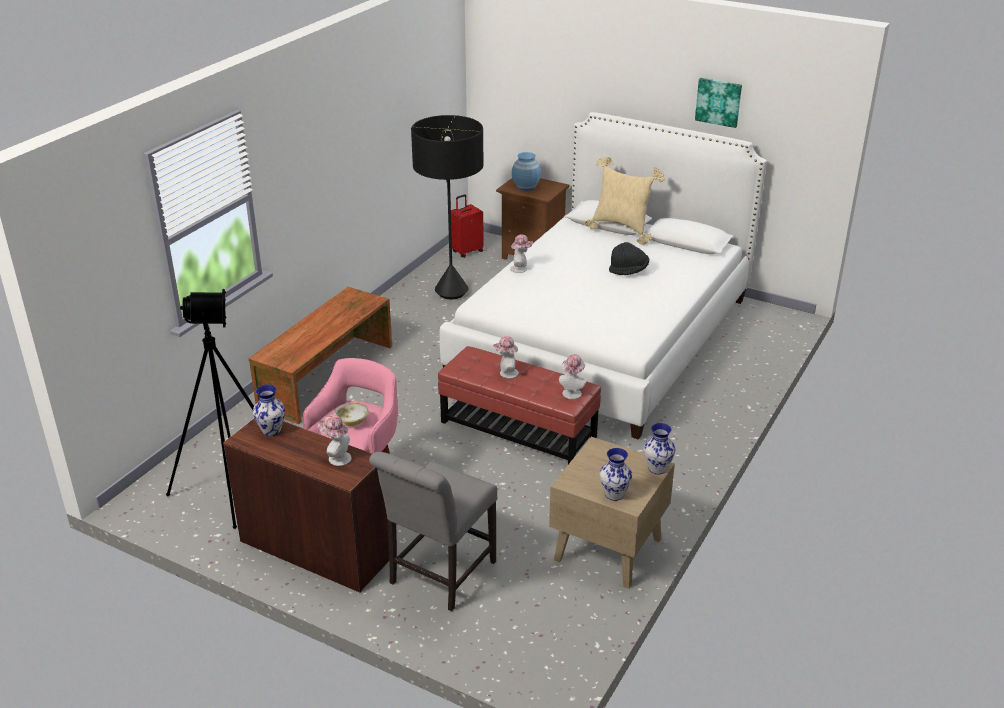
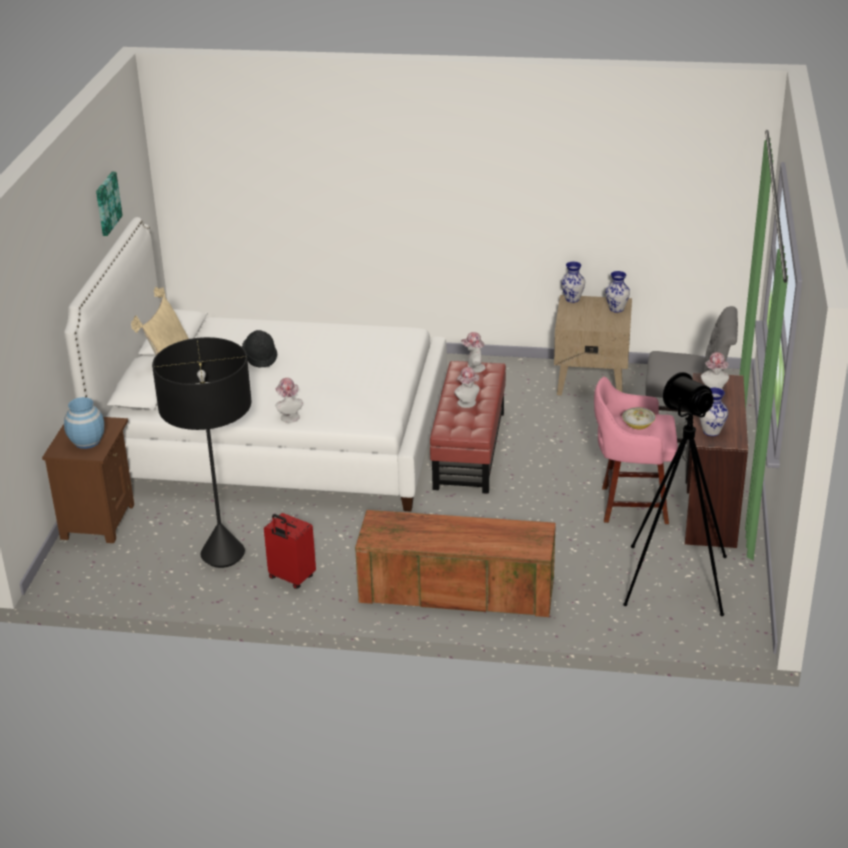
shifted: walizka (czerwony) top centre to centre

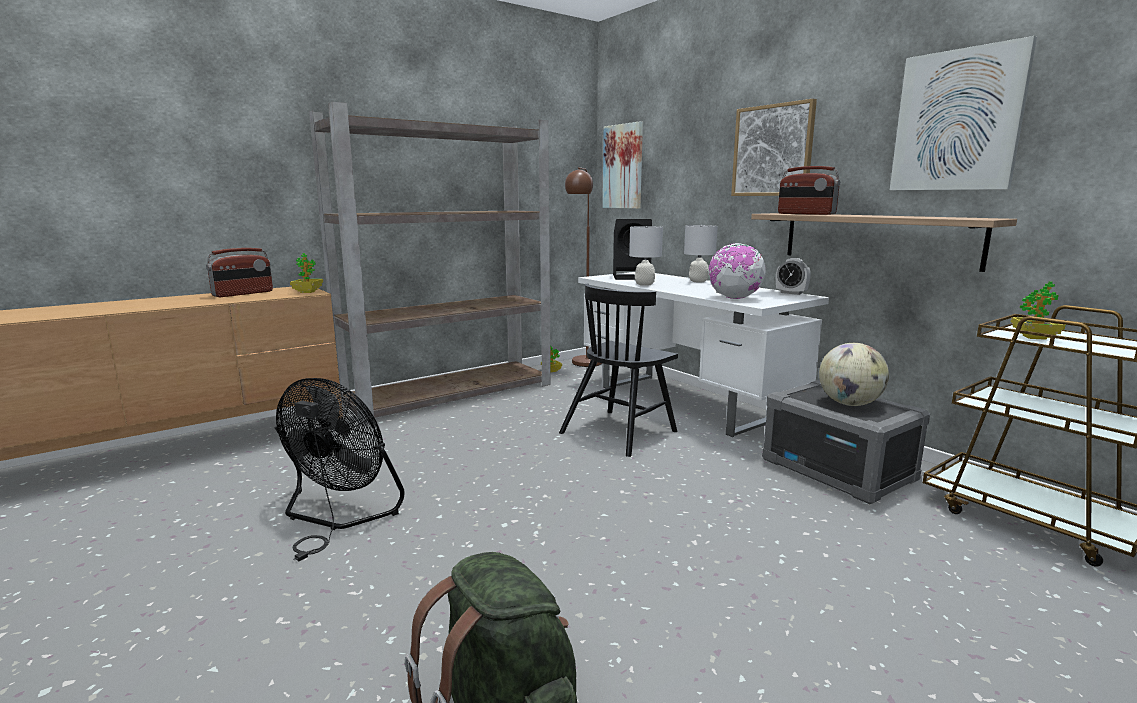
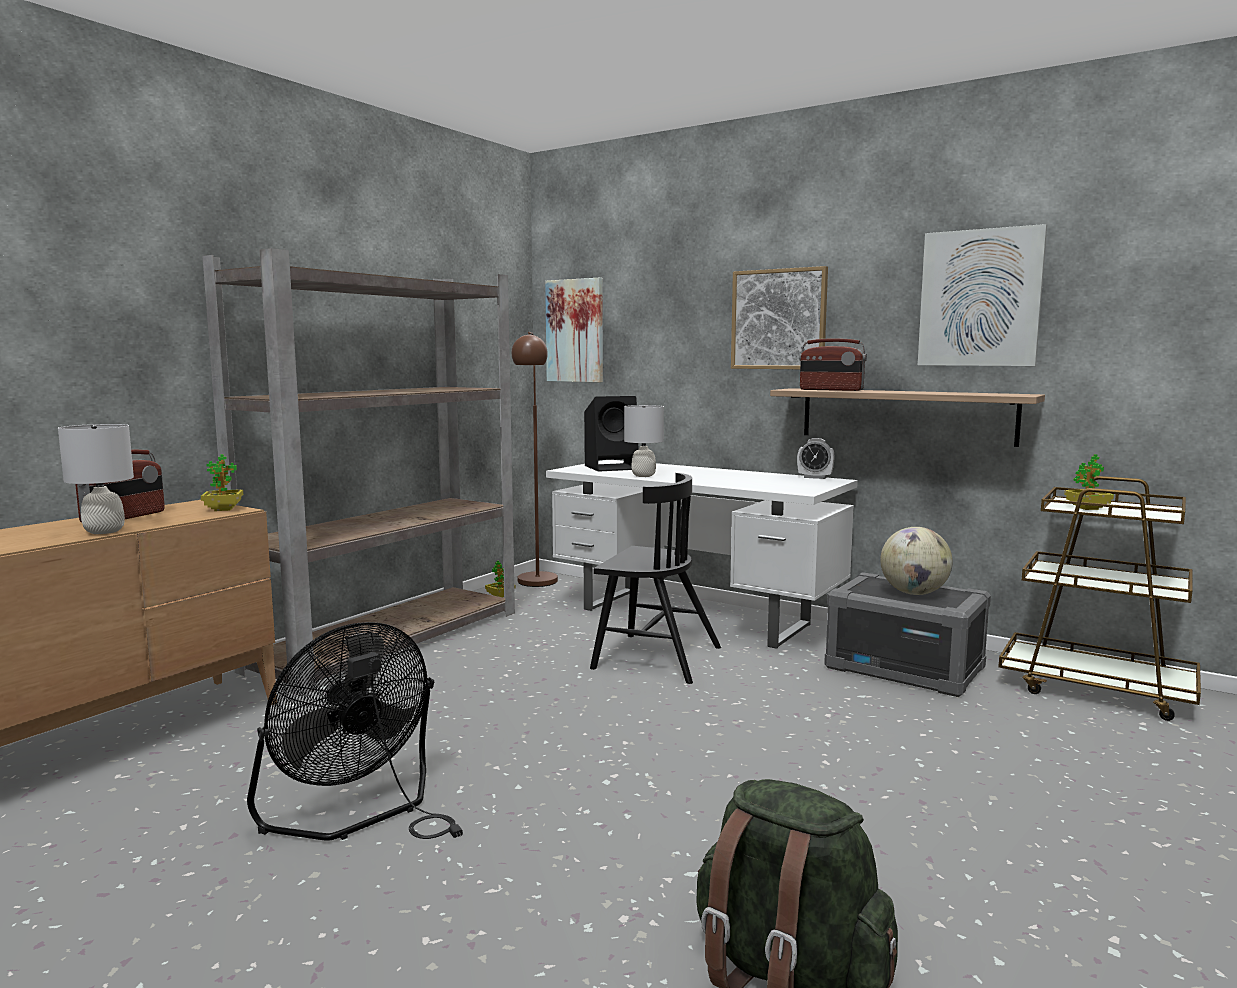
gone: globus (no. 1 from left) centre
shifted: lampa stołowa (szary) (no. 2 from left in the first image) centre to lampa stołowa (szary) (no. 1 from left) middle left
rotated: wentylator (czarny) bottom left = bottom left 45 degrees counterclockwise; krzesło (czarny) centre = centre 90 degrees counterclockwise

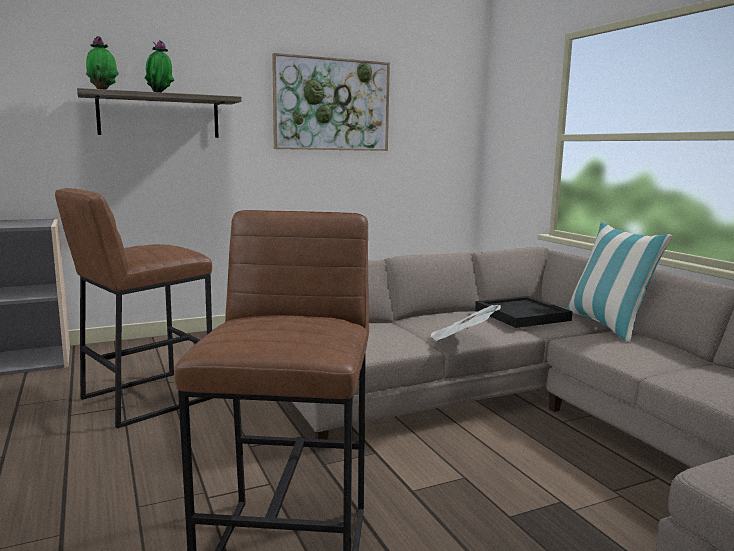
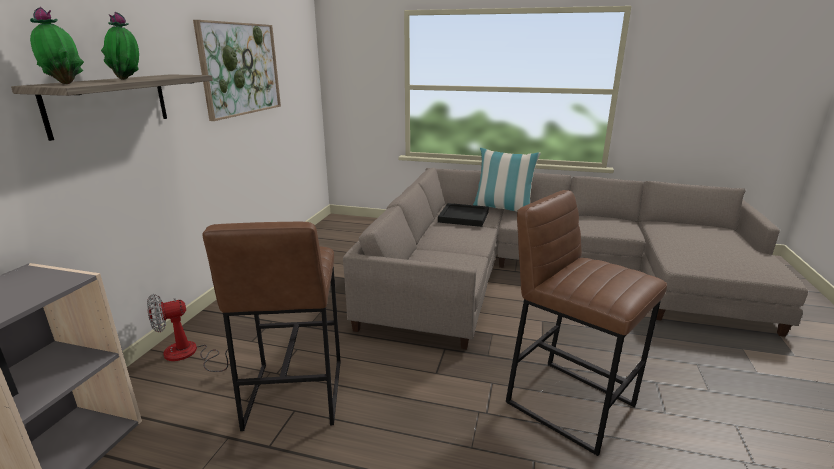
gone: gazeta centre
new: wentylator bottom left

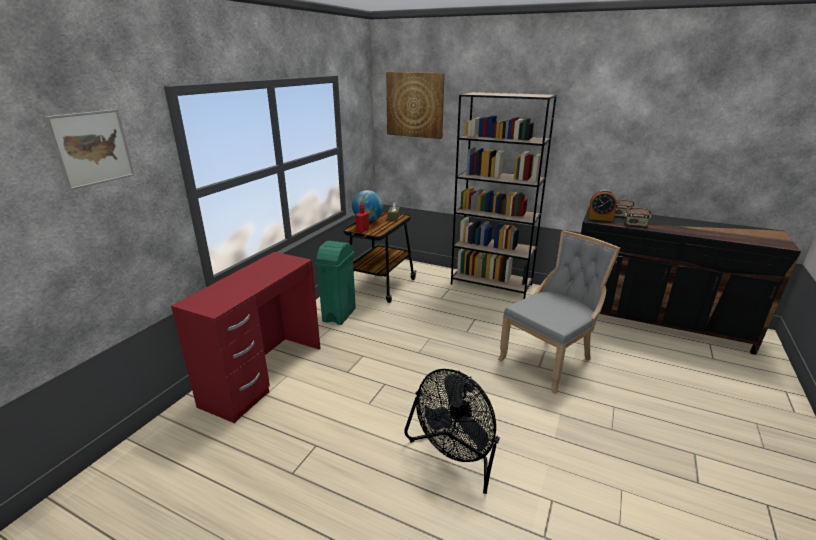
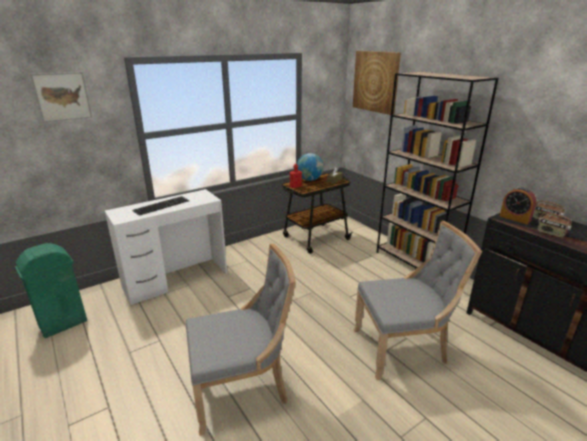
new: klawiatura middle left
shifted: kosz na śmieci (zielony) centre to middle left
swapped: wentylator (czarny) bottom centre to krzesło (szary) (no. 1 from left) bottom centre
repainted: biurko (czerwony) middle left to biurko (biały) middle left

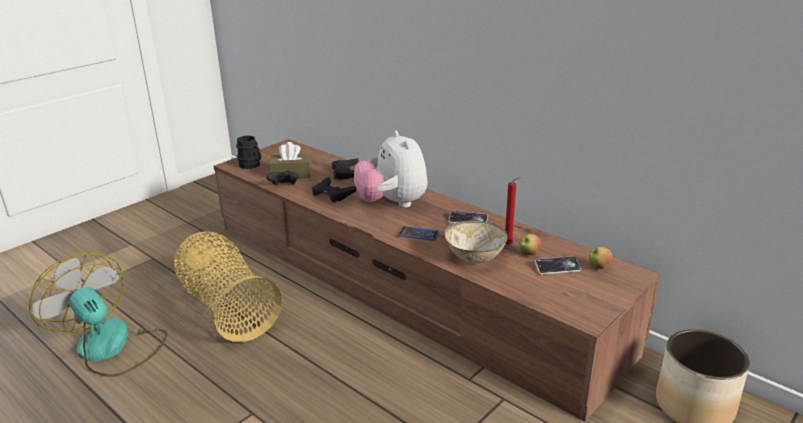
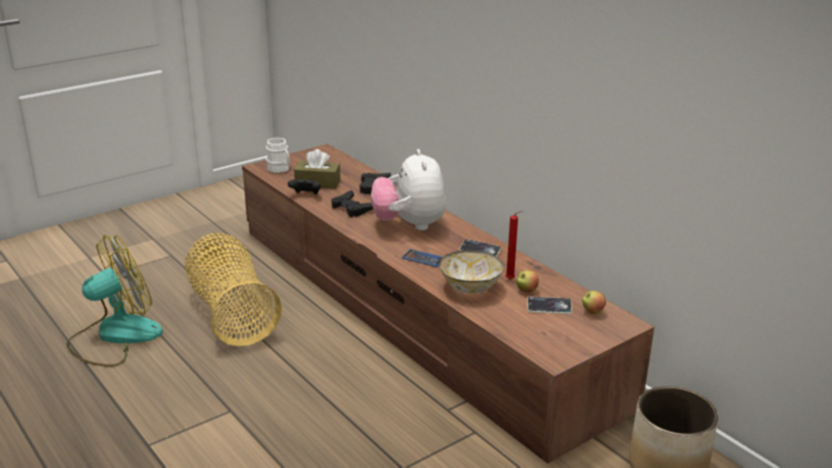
repainted: kubek (czarny) middle left to kubek (biały) top centre
rotated: wentylator bottom left = middle left 90 degrees clockwise

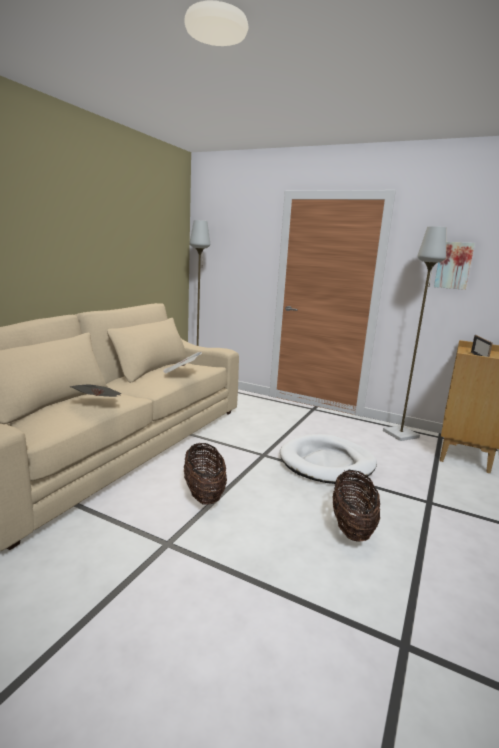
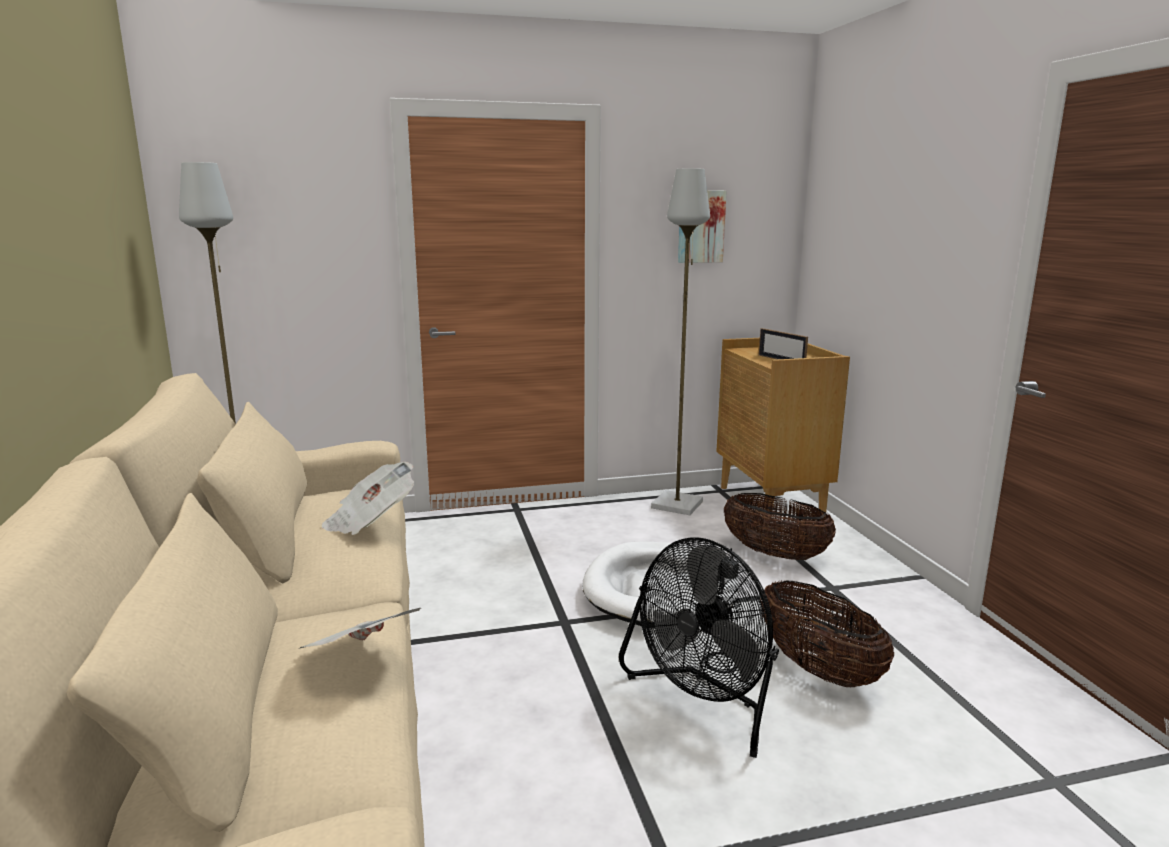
new: wentylator (czarny) bottom centre
shifted: koszyk (no. 1 from left) centre to middle right

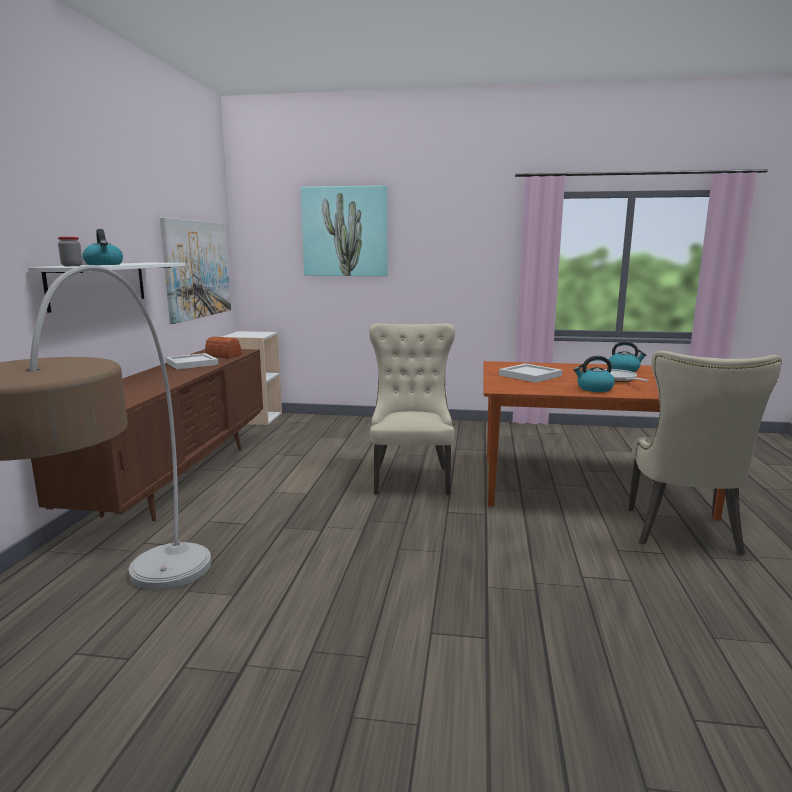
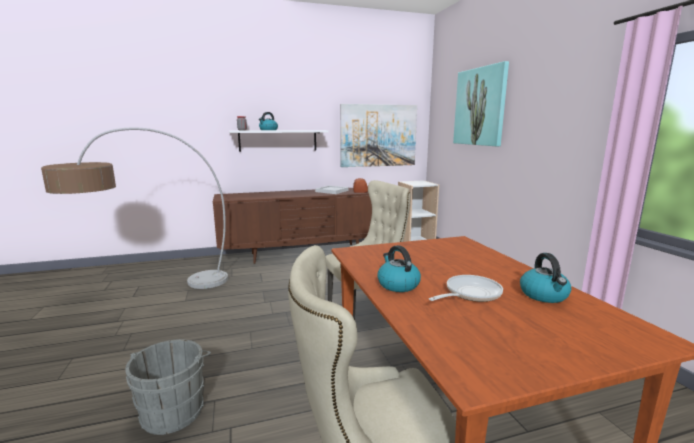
gone: taca (biały) (no. 2 from left) middle right
new: wiadro (szary) bottom left

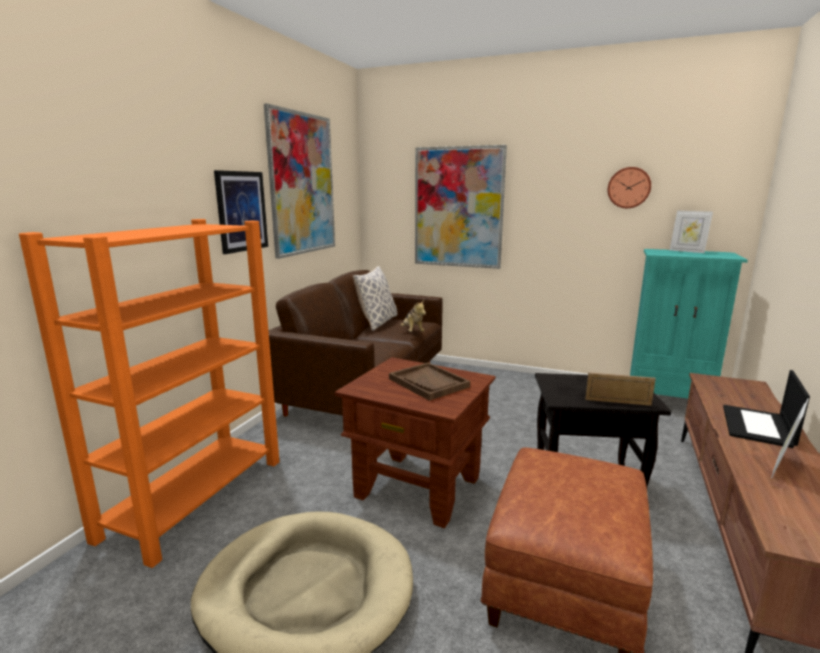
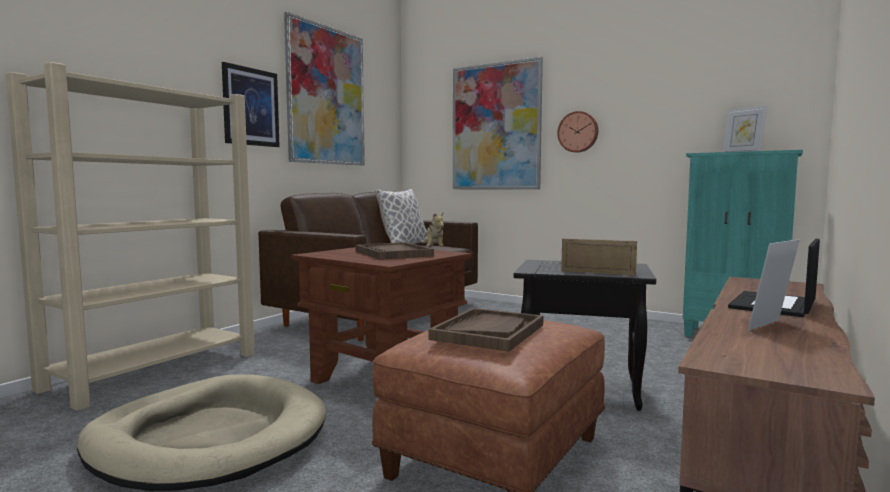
new: taca (brązowy) (no. 2 from left) bottom centre
shifted: zegar ścienny top right to top centre
repainted: regał (pomarańczowy) middle left to regał (beżowy) middle left

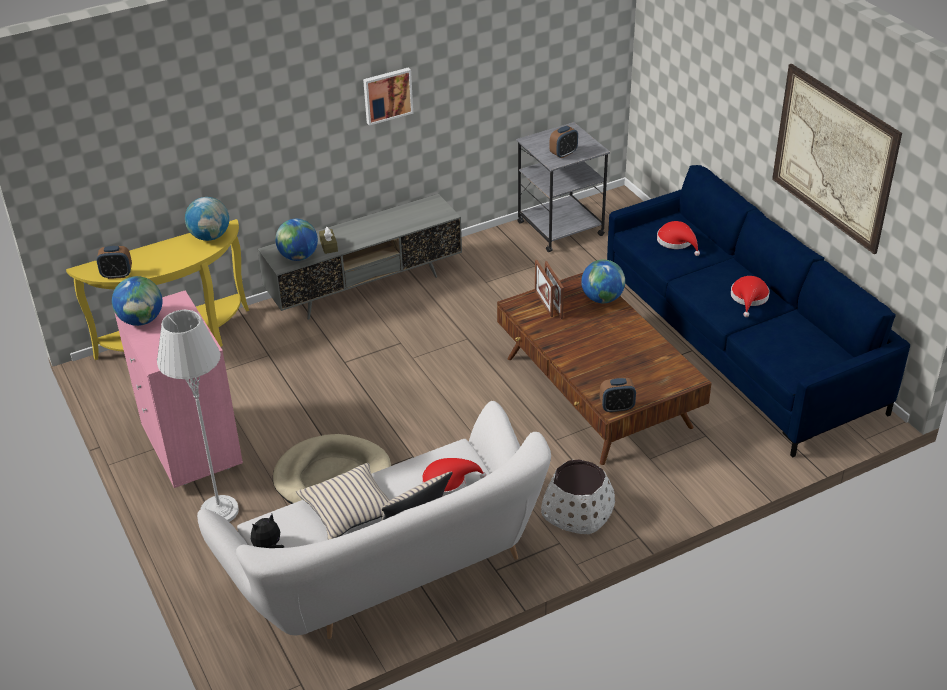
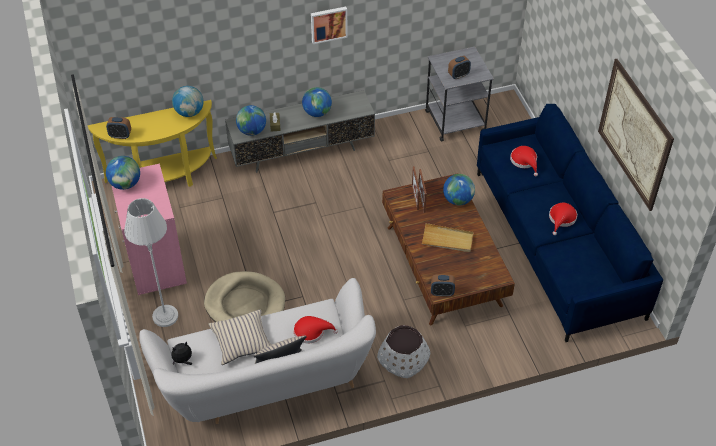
new: globus (no. 4 from left) top centre; taca (beżowy) centre

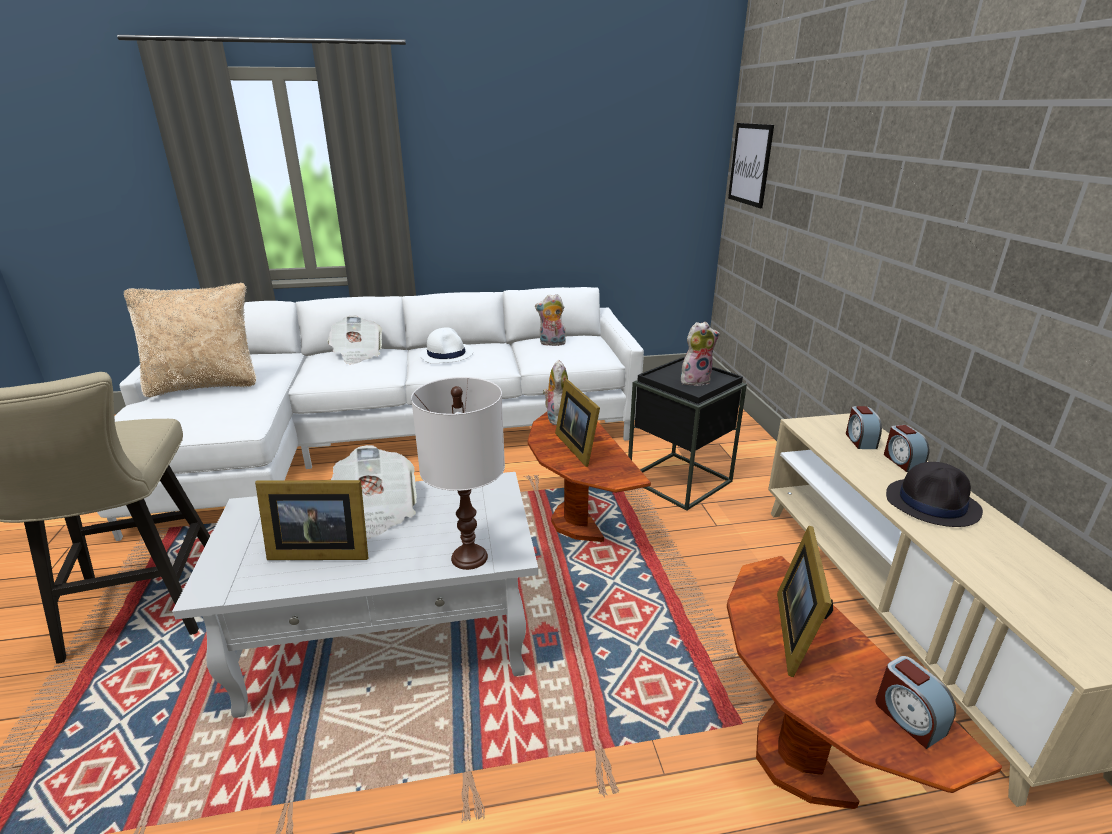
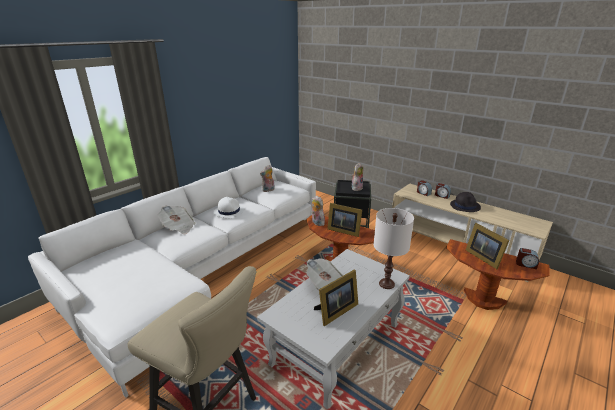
gone: poduszka (beżowy) middle left; obraz top right

